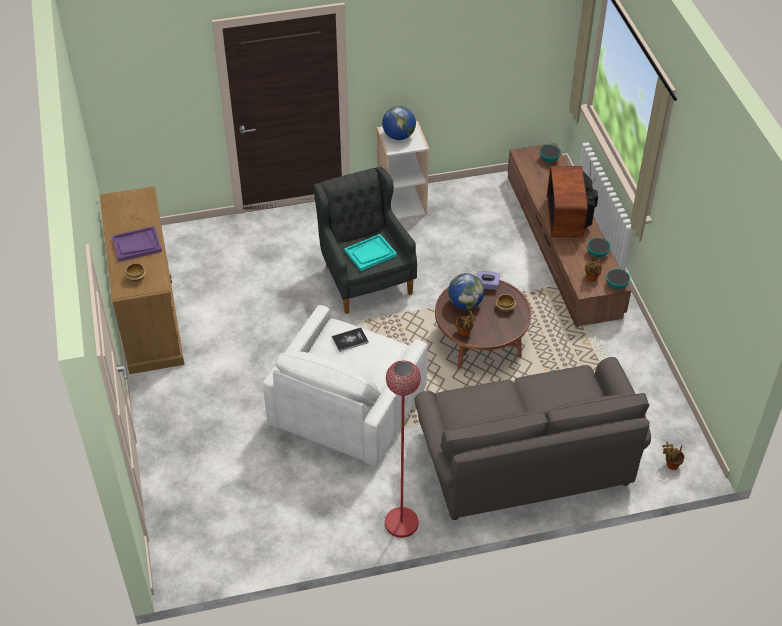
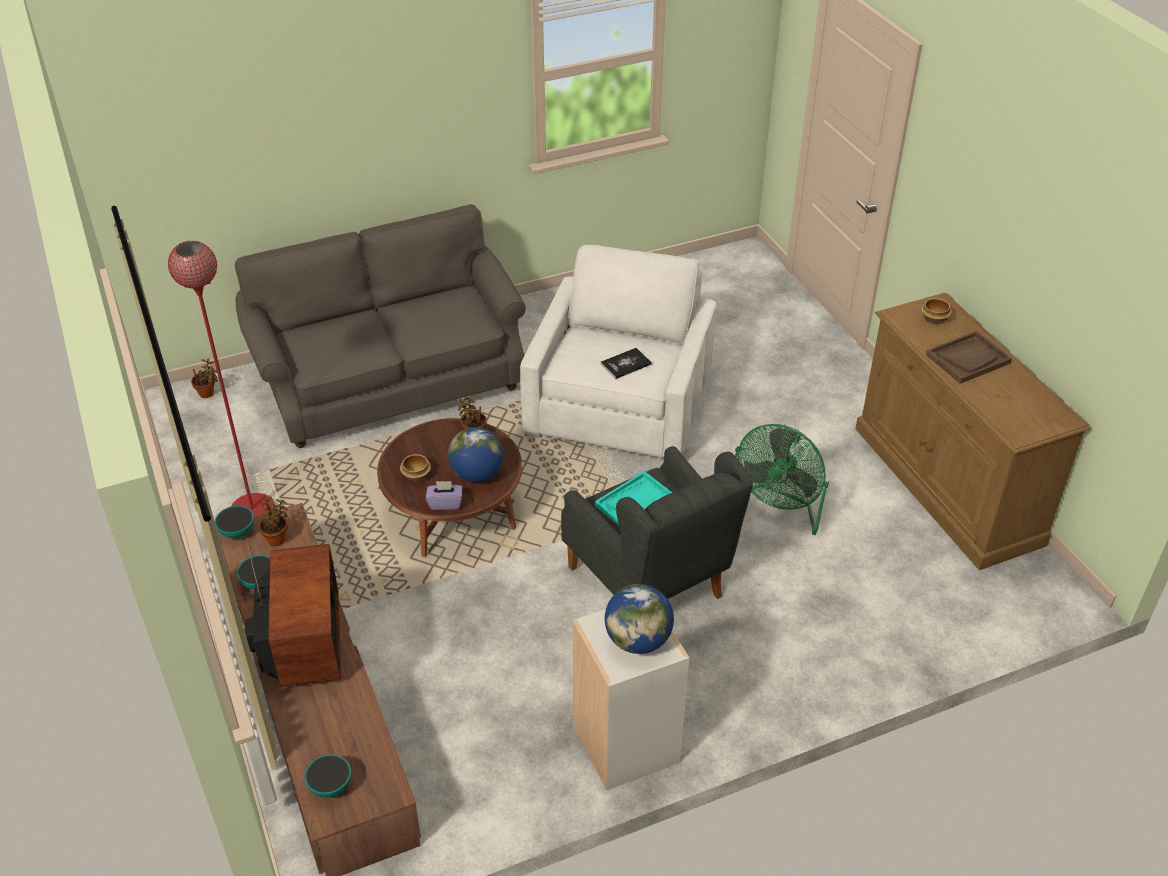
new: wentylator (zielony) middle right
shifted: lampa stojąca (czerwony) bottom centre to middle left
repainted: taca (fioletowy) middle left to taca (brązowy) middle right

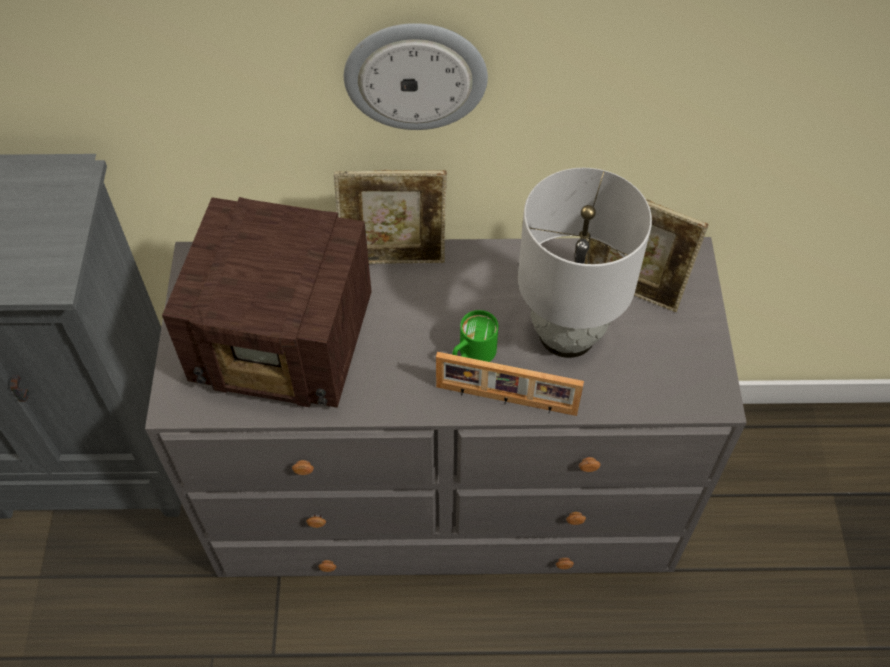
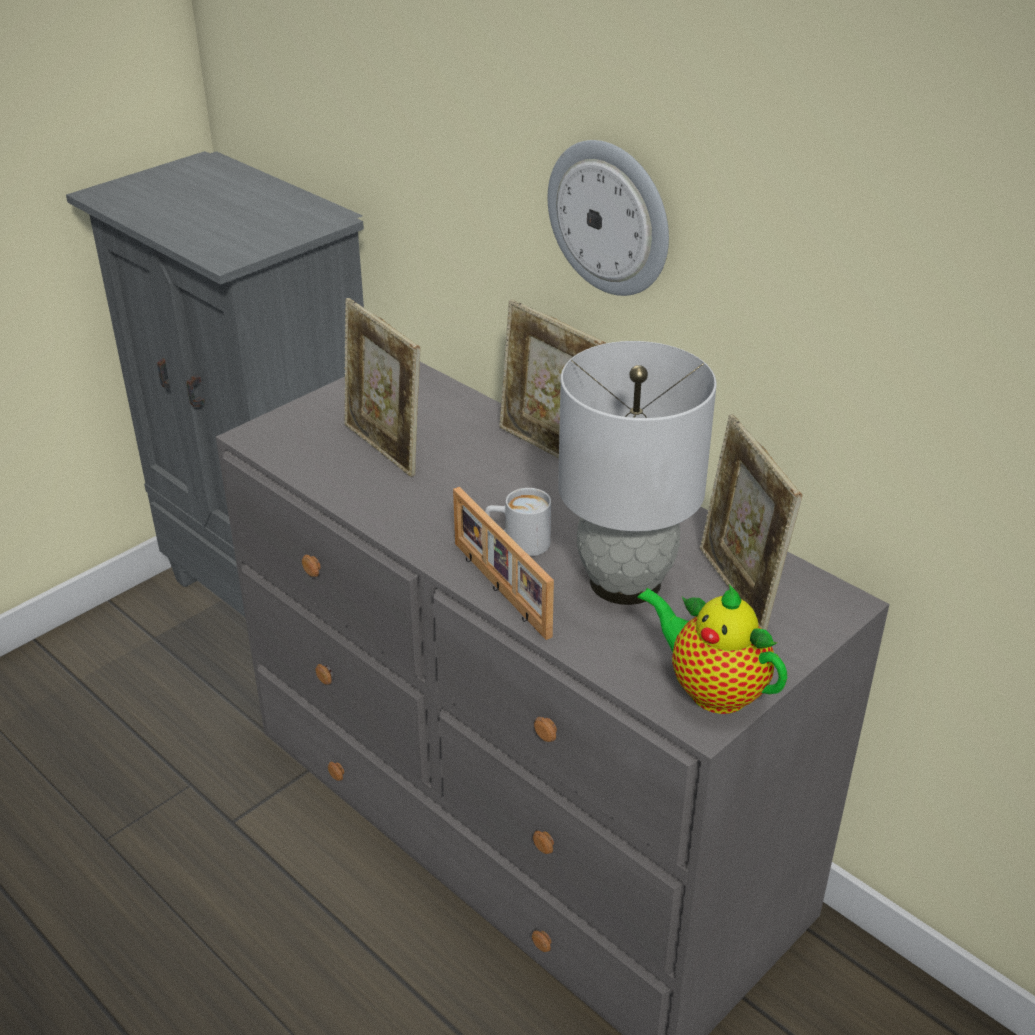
new: imbryk middle right
swapped: radio middle left to ramka na zdjęcie (no. 1 from left) centre
repainted: kubek (zielony) centre to kubek (biały) centre

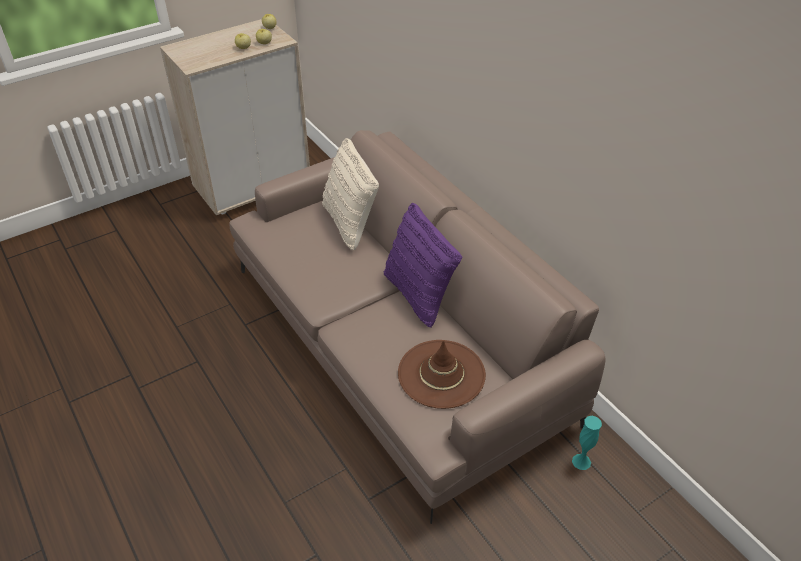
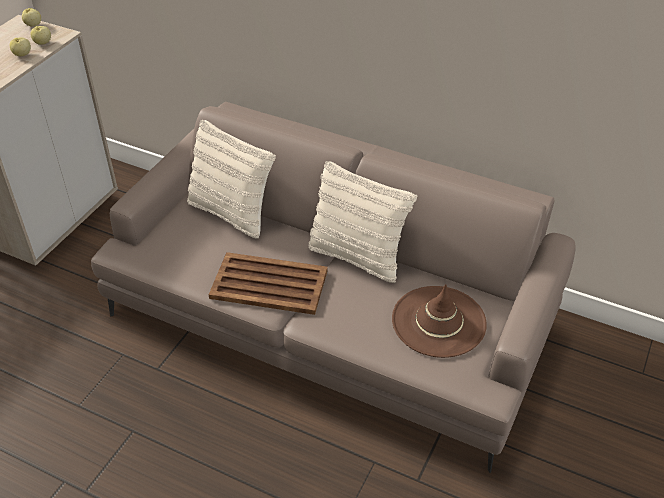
gone: wazon (turkusowy) bottom right
new: taca (brązowy) centre
repainted: poduszka (fioletowy) centre to poduszka (beżowy) (no. 2 from left) centre

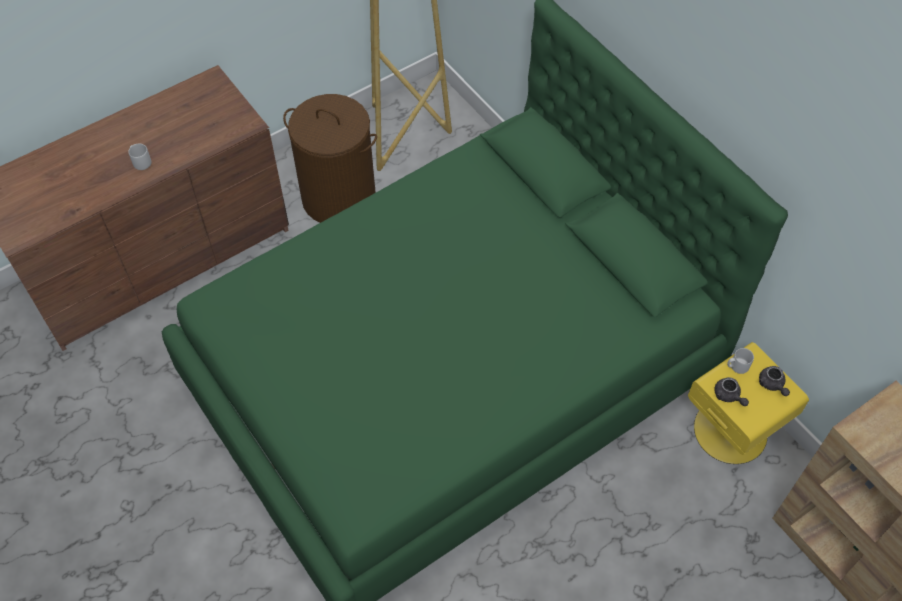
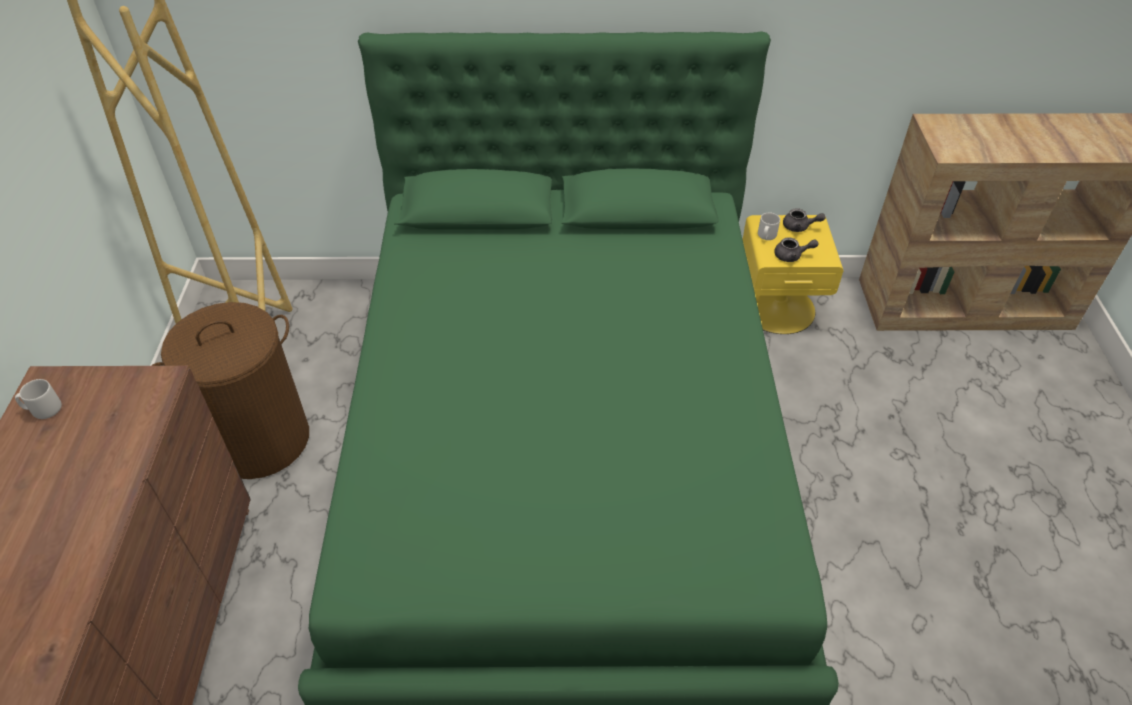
shifted: kubek (szary) (no. 1 from left) top left to middle left

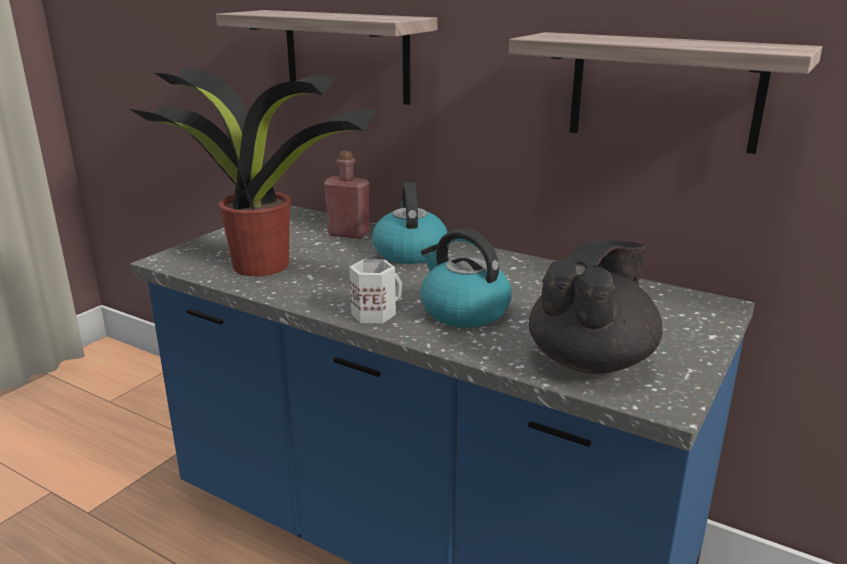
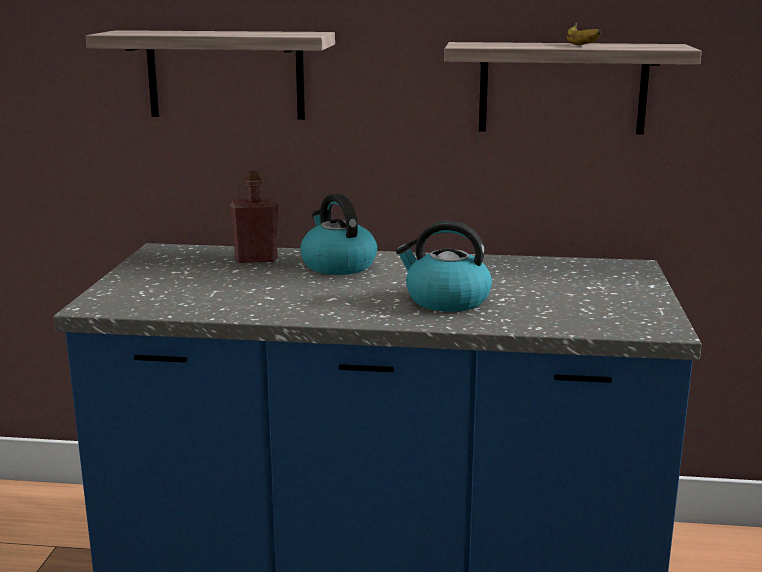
gone: roślina doniczkowa top left; kubek (biały) centre; imbryk (czarny) middle right
new: banan top right

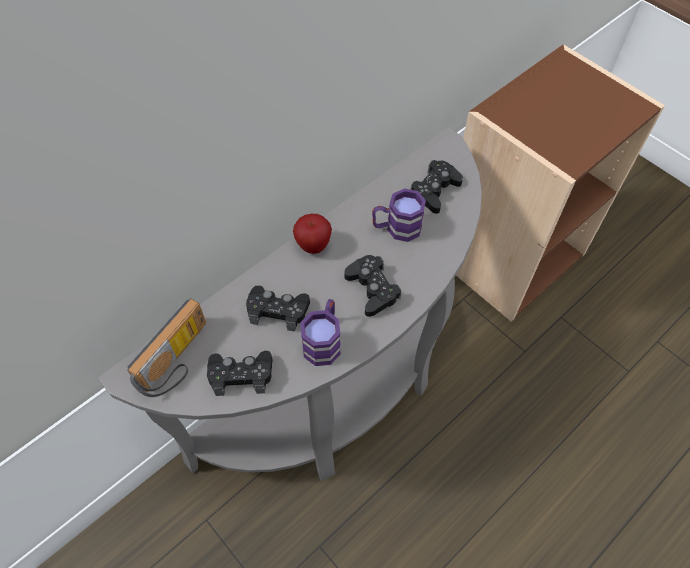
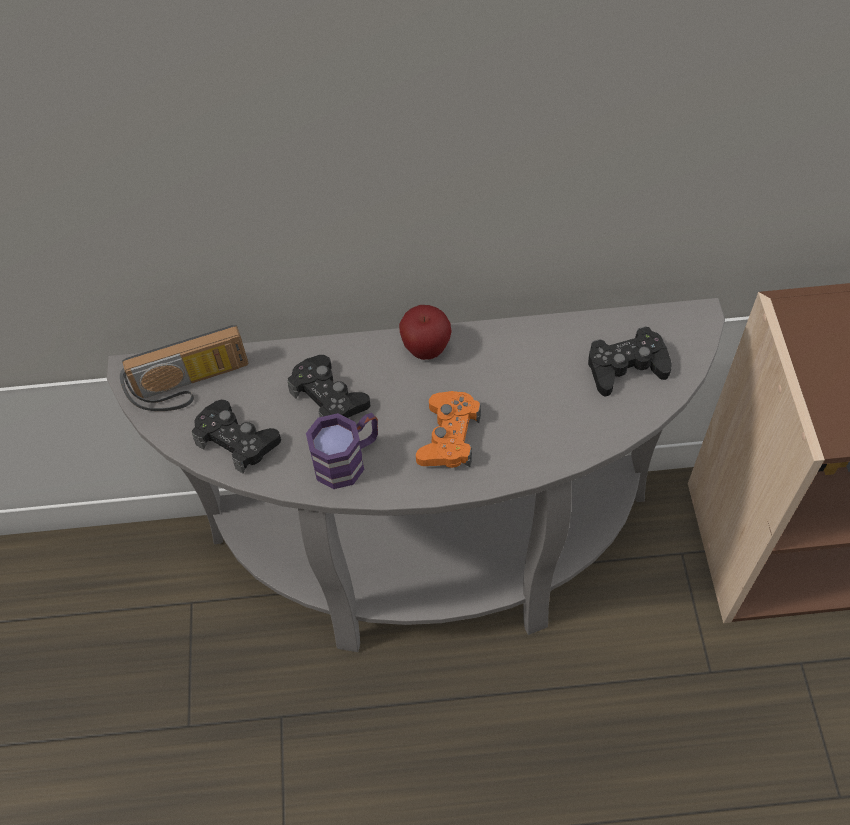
gone: kubek (fioletowy) (no. 2 from left) centre
repainted: pad do gier (czarny) (no. 3 from left) centre to pad do gier (pomarańczowy) centre

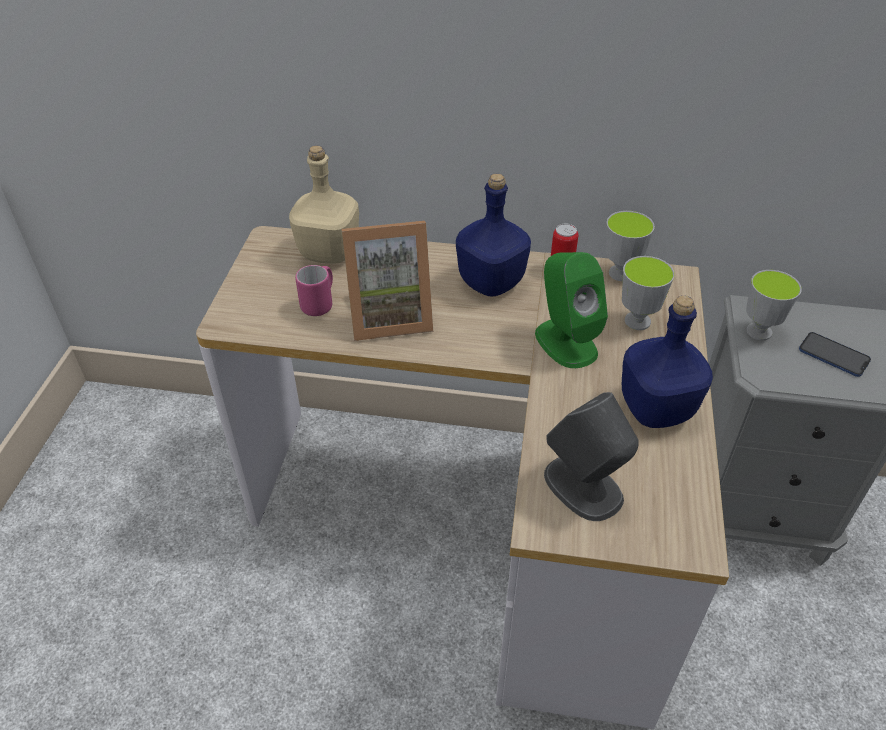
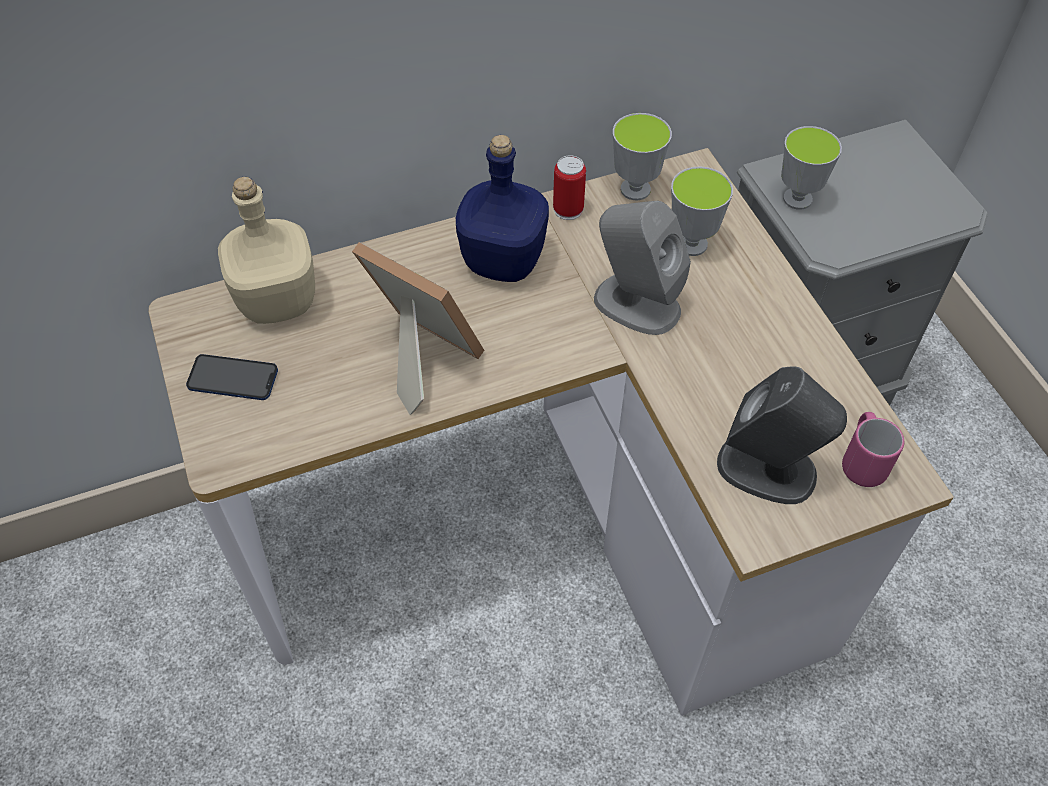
gone: butelka (niebieski) (no. 2 from left) middle right
shifted: kubek (różowy) centre to middle right; telefon middle right to middle left
repainted: głośnik (zielony) centre to głośnik (szary) (no. 1 from left) centre
rotated: ramka na zdjęcie centre = centre 105 degrees counterclockwise

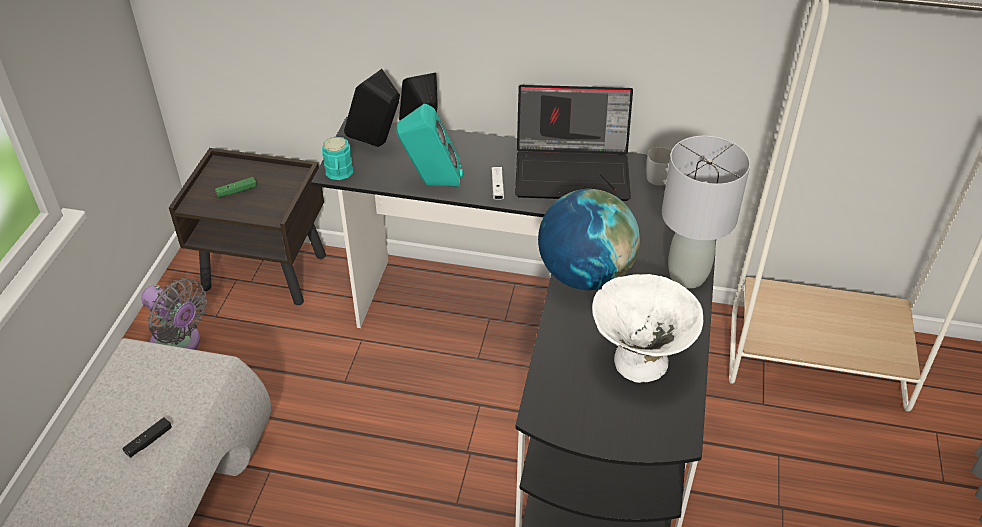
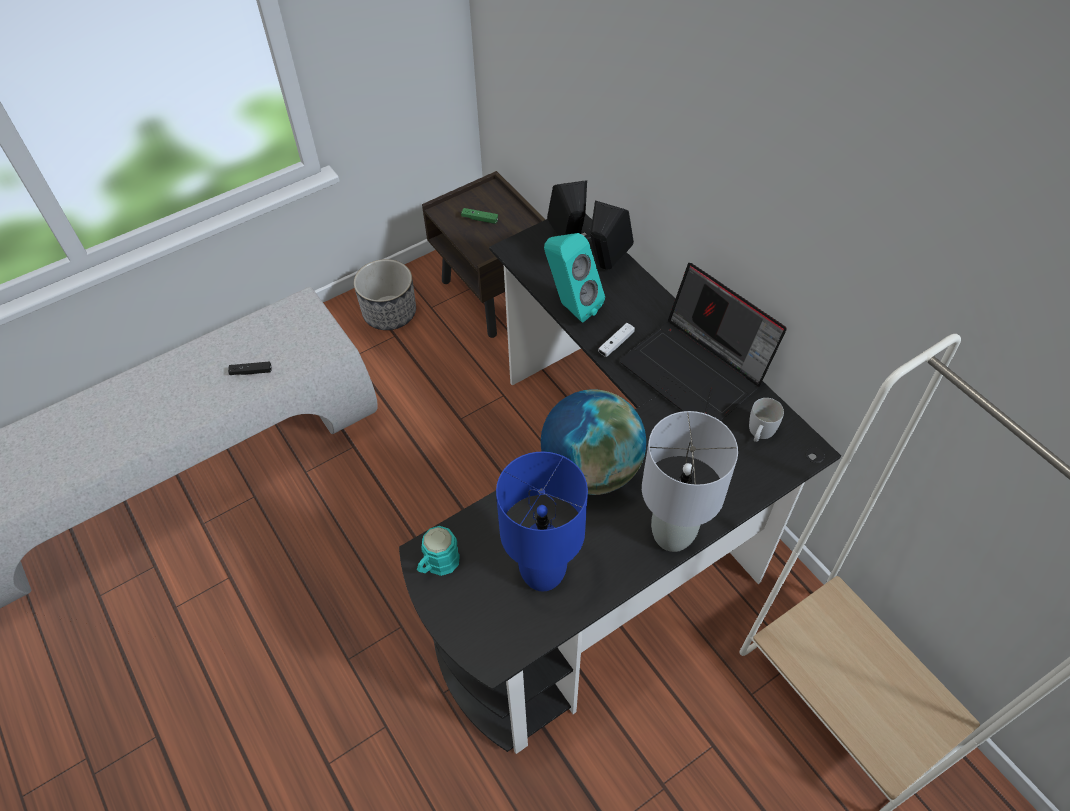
shifted: kubek (turkusowy) top centre to bottom centre
swapped: wentylator (szary) middle left to donica centre; miska (biały) centre to lampa stołowa (niebieski) centre

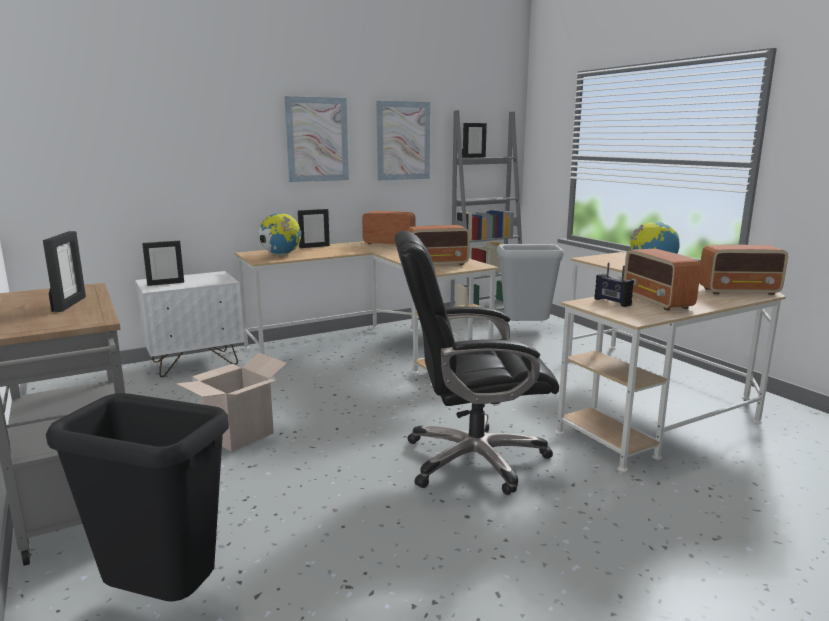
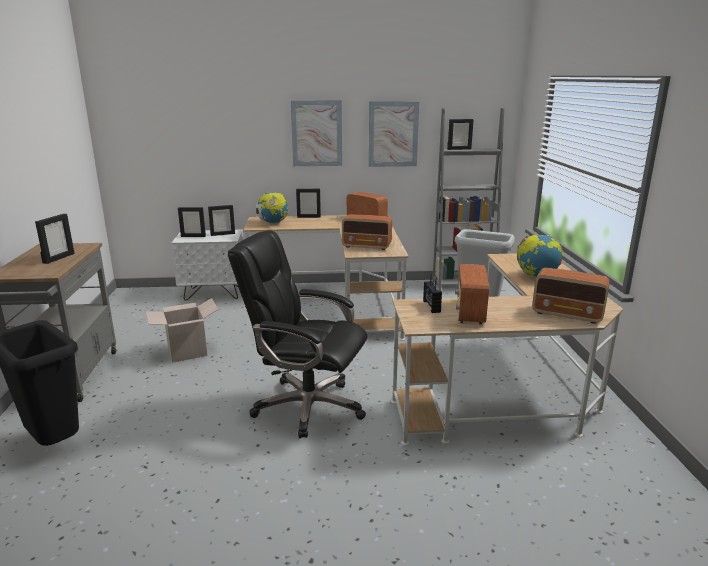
new: ramka na zdjęcie (no. 3 from left) middle left

